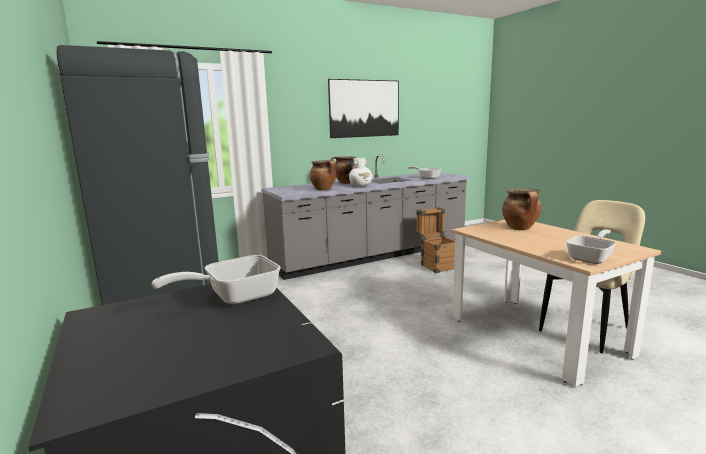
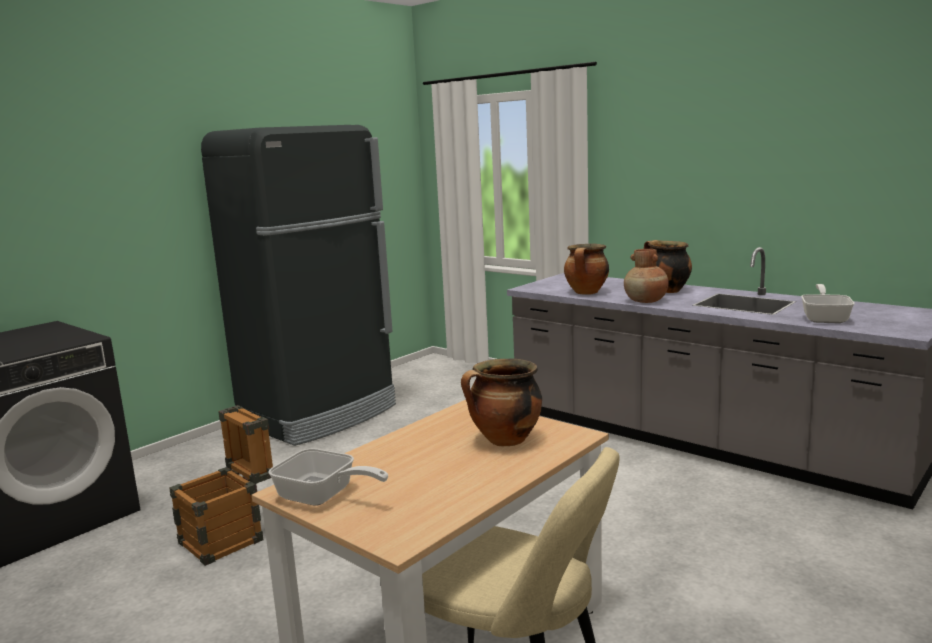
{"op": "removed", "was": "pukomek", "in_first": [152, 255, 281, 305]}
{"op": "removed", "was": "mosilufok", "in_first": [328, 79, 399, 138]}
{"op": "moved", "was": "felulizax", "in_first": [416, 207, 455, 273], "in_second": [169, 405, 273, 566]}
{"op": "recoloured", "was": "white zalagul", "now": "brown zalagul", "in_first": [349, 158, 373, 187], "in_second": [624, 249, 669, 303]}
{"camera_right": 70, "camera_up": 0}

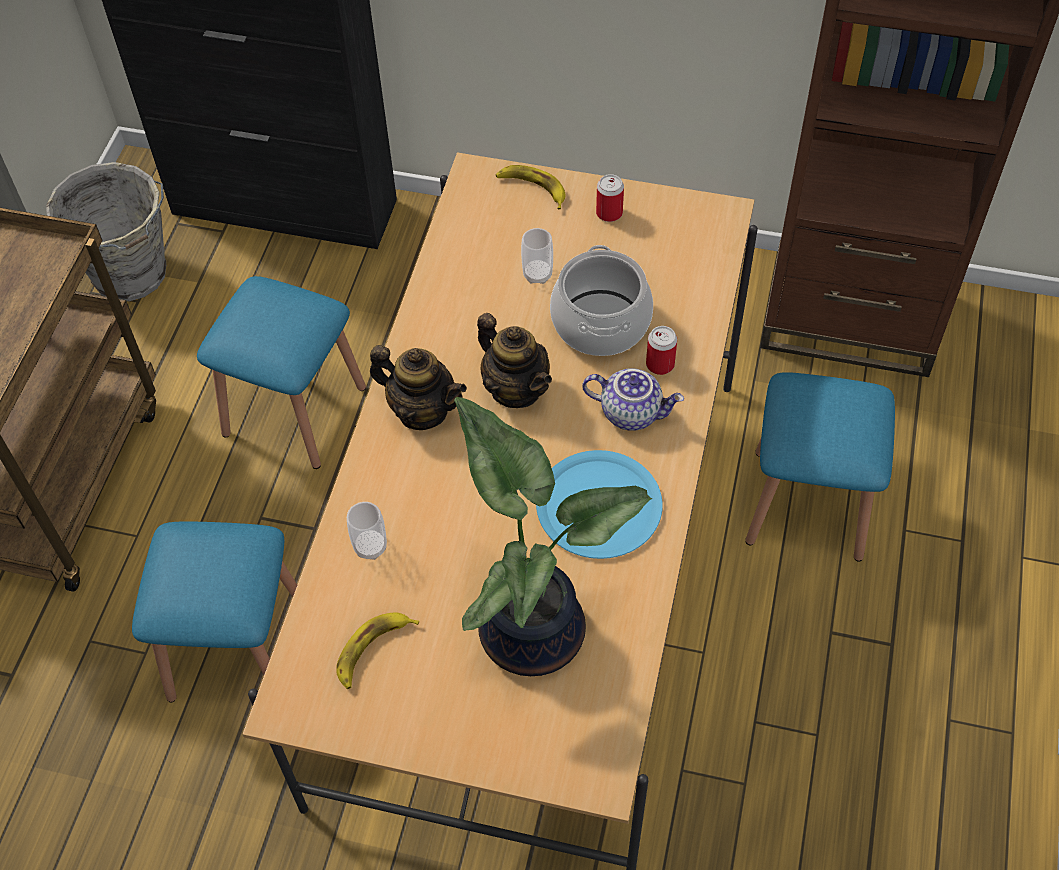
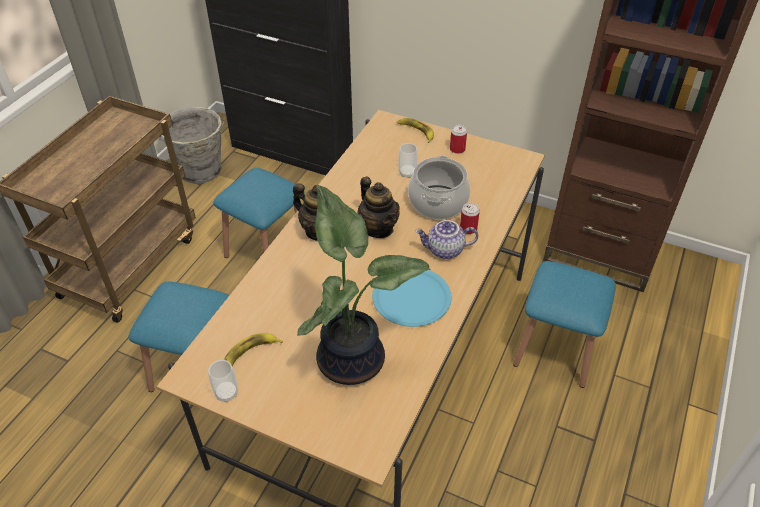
{"op": "moved", "was": "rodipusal", "in_first": [347, 502, 387, 560], "in_second": [208, 360, 238, 402]}
{"op": "turned", "was": "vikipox", "in_first": [582, 368, 684, 431], "in_second": [415, 220, 478, 259], "clockwise": 150}
{"camera_right": 10, "camera_up": -10}

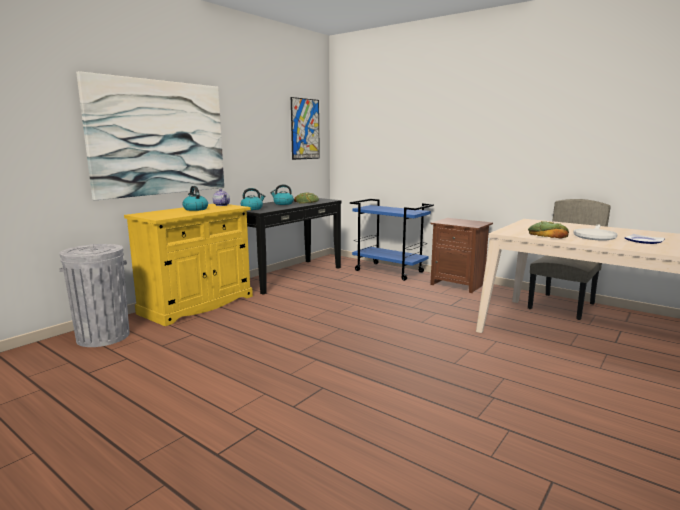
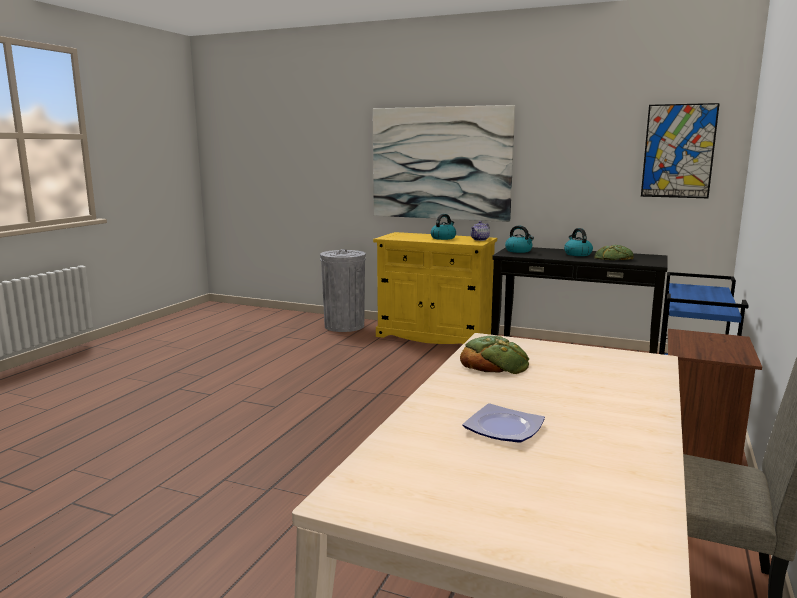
{"op": "removed", "was": "white pukomek", "in_first": [574, 224, 618, 241]}
{"camera_right": 75, "camera_up": 0}

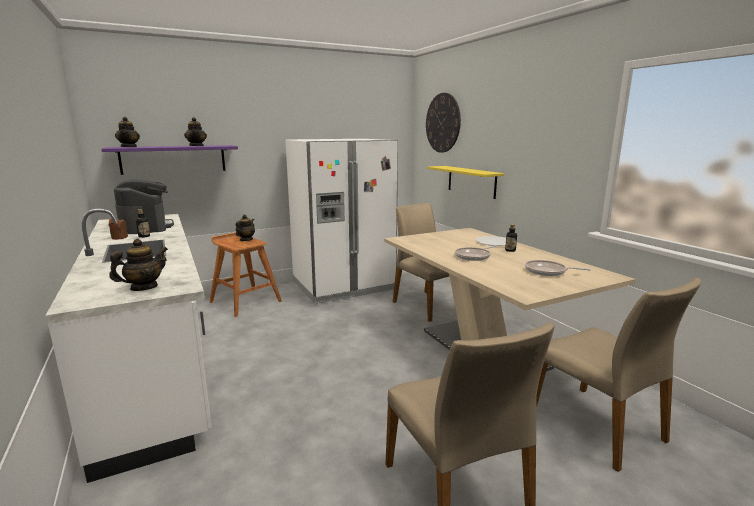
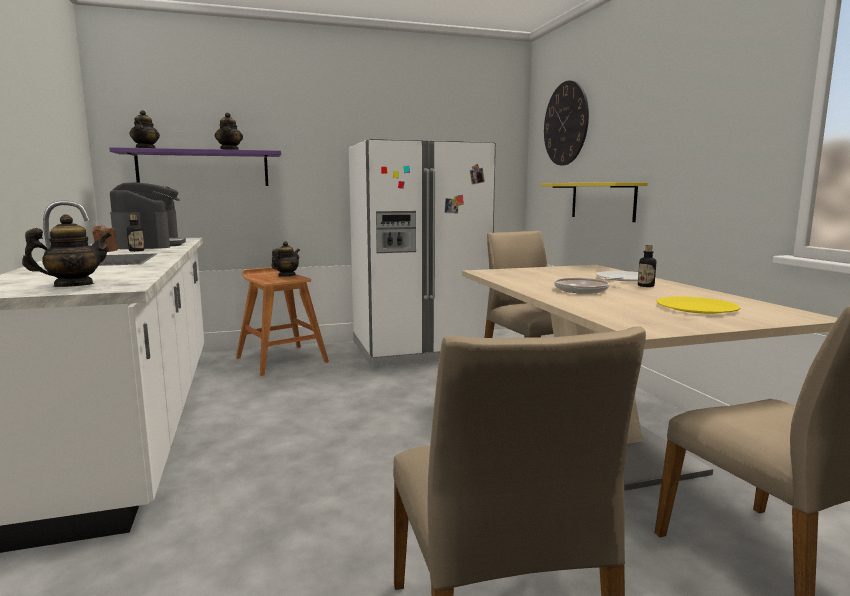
{"op": "replaced", "was": "pukomek", "now": "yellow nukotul", "in_first": [525, 260, 591, 276], "in_second": [657, 297, 740, 314]}
{"camera_right": 10, "camera_up": -5}

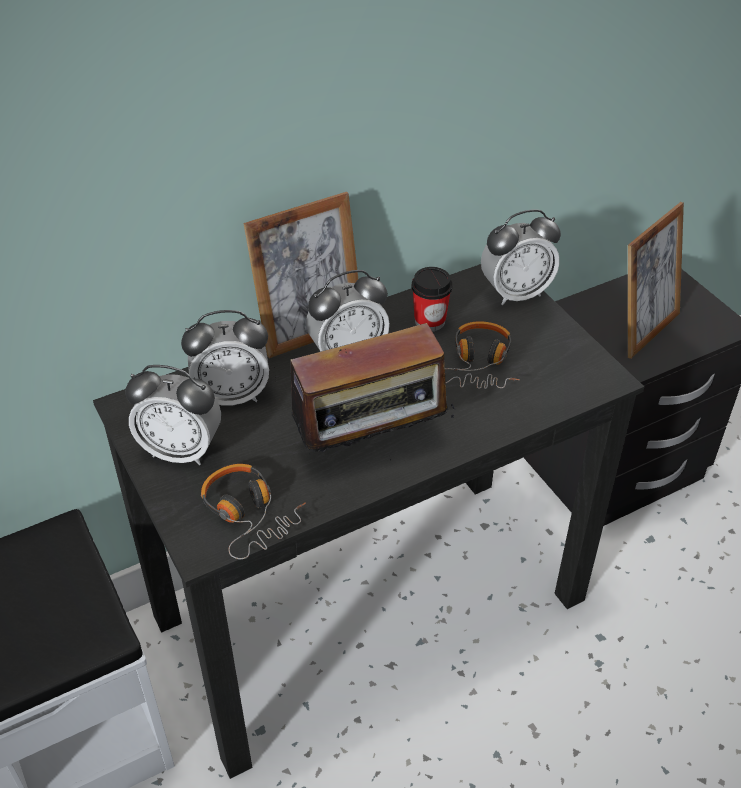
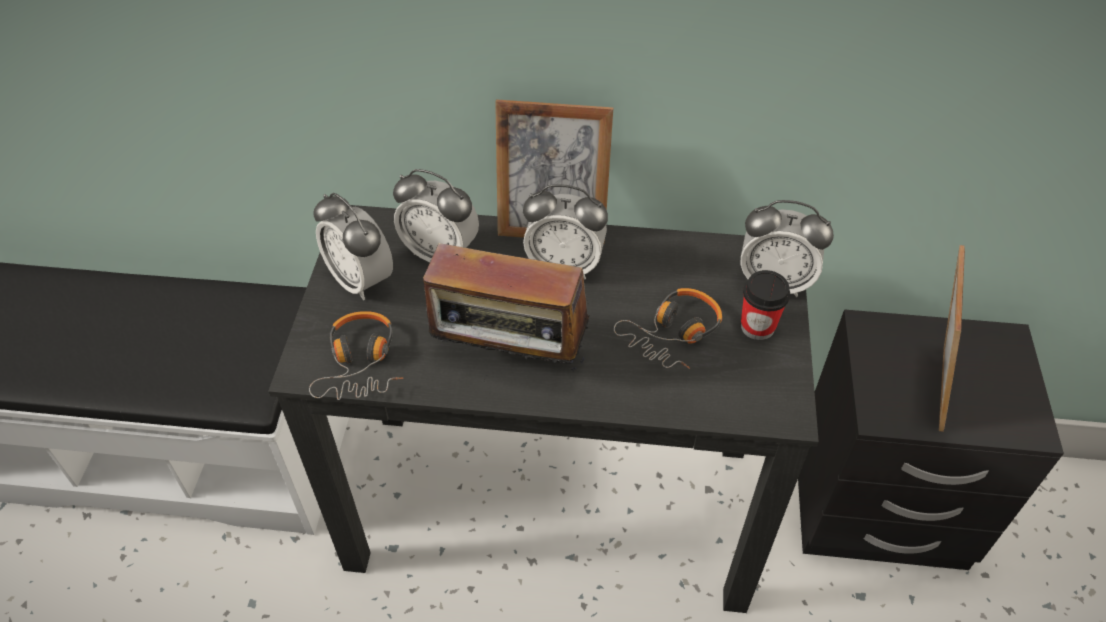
{"op": "moved", "was": "rodipusal", "in_first": [412, 267, 452, 332], "in_second": [741, 270, 790, 340]}
{"op": "turned", "was": "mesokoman", "in_first": [628, 202, 684, 359], "in_second": [939, 245, 965, 432], "clockwise": -60}
{"camera_right": 35, "camera_up": 5}

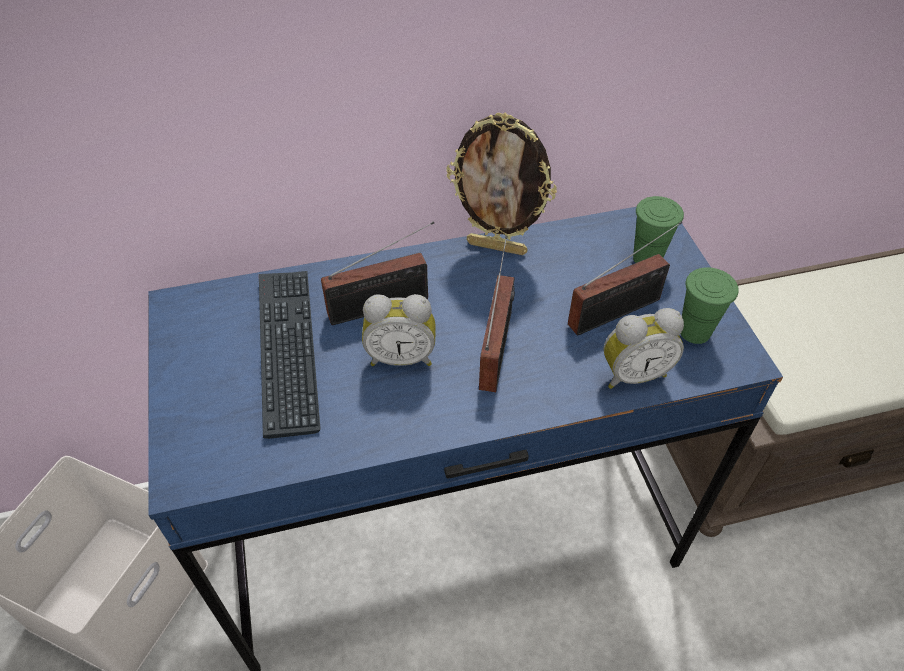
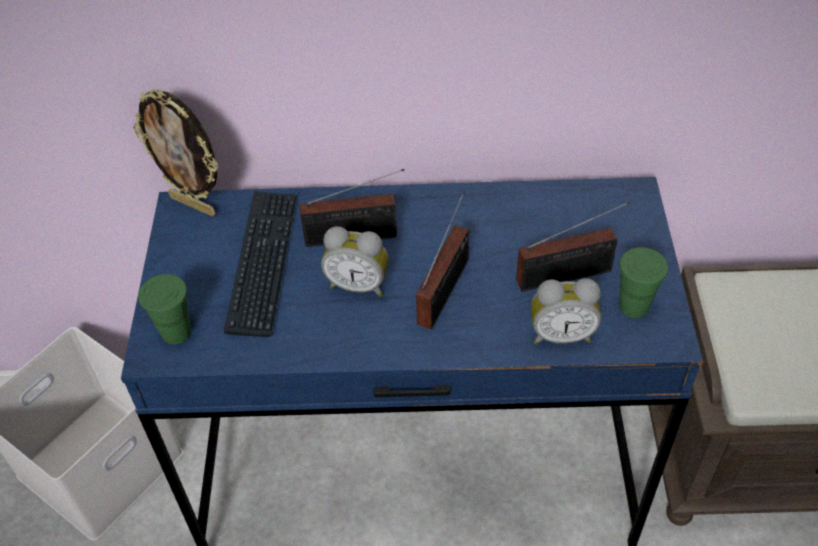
{"op": "moved", "was": "mesokoman", "in_first": [446, 112, 557, 255], "in_second": [133, 89, 218, 216]}
{"op": "moved", "was": "green rodipusal", "in_first": [633, 196, 684, 263], "in_second": [138, 274, 191, 345]}
{"camera_right": 15, "camera_up": 0}

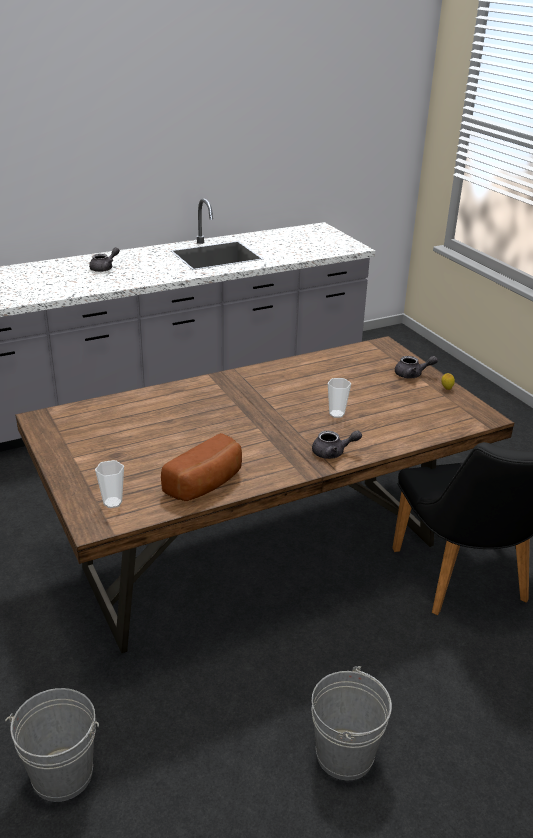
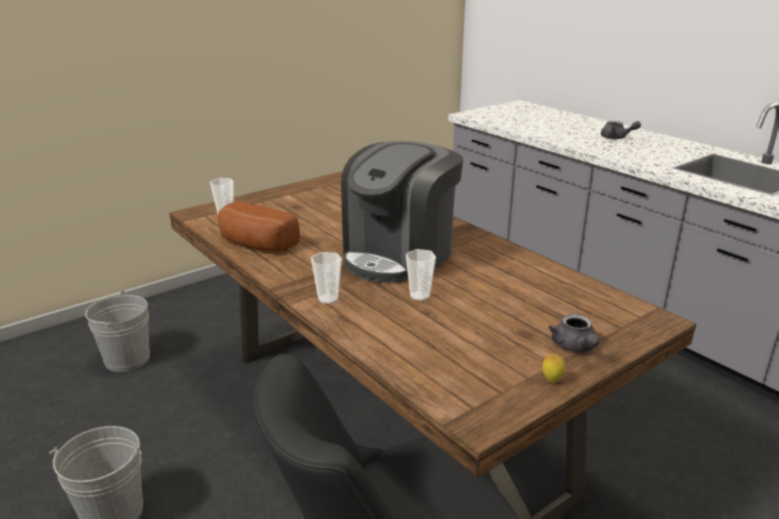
{"op": "added", "now": "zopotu", "in_second": [341, 141, 463, 283]}
{"op": "replaced", "was": "grey vikipox", "now": "rodipusal", "in_first": [312, 430, 362, 459], "in_second": [311, 252, 342, 304]}
{"camera_right": 80, "camera_up": -5}

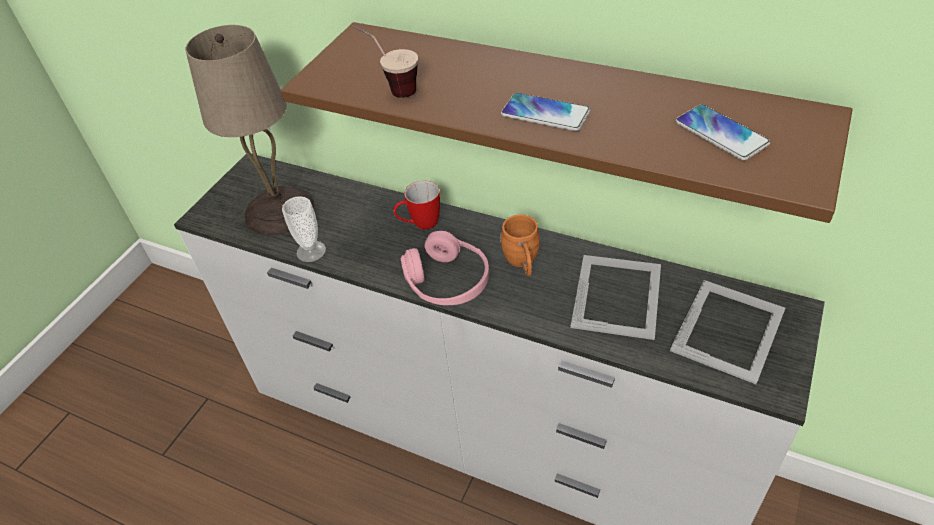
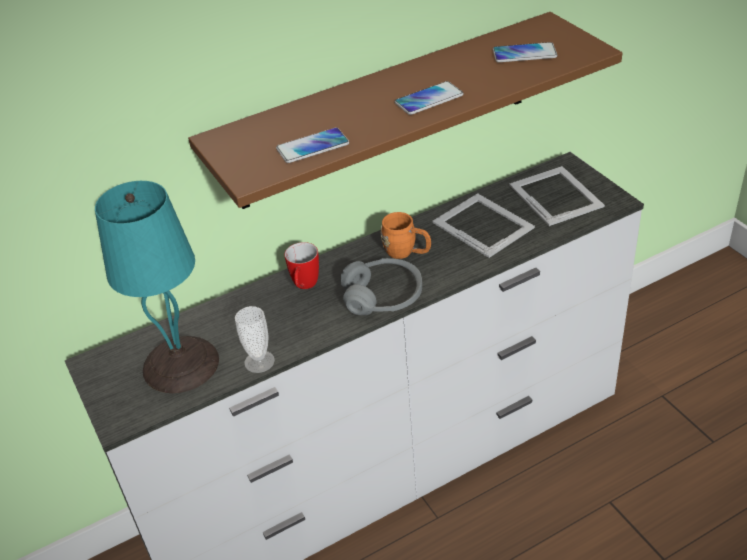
{"op": "replaced", "was": "rodipusal", "now": "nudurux", "in_first": [353, 25, 418, 98], "in_second": [276, 127, 349, 163]}
{"op": "recoloured", "was": "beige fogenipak", "now": "turquoise fogenipak", "in_first": [186, 25, 315, 235], "in_second": [95, 181, 219, 393]}
{"op": "recoloured", "was": "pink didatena", "now": "grey didatena", "in_first": [401, 231, 489, 305], "in_second": [341, 258, 422, 315]}
{"camera_right": -55, "camera_up": -5}

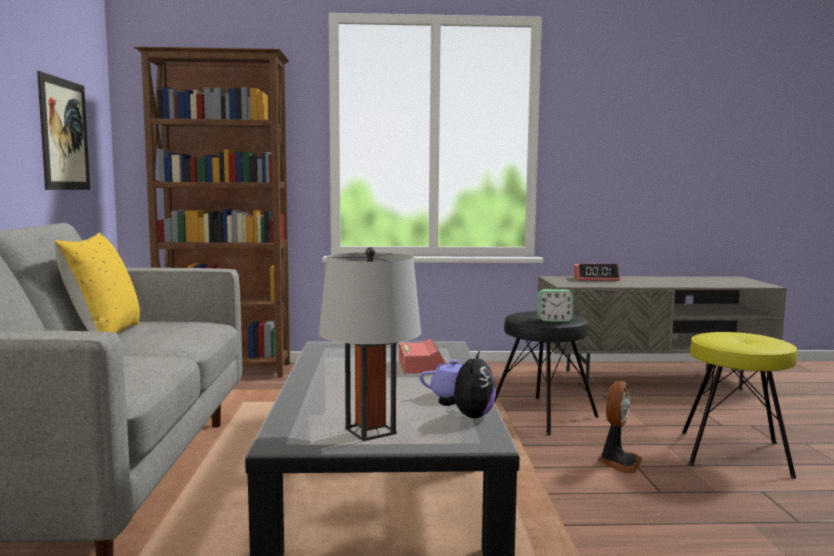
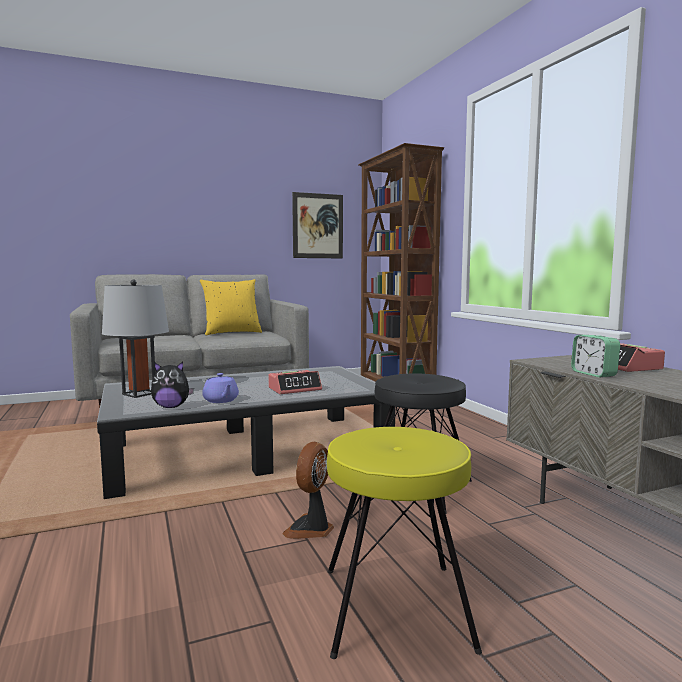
{"op": "moved", "was": "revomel", "in_first": [537, 289, 574, 322], "in_second": [571, 335, 620, 377]}
{"op": "turned", "was": "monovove", "in_first": [597, 381, 643, 474], "in_second": [282, 442, 334, 539], "clockwise": 105}
{"camera_right": 70, "camera_up": 0}

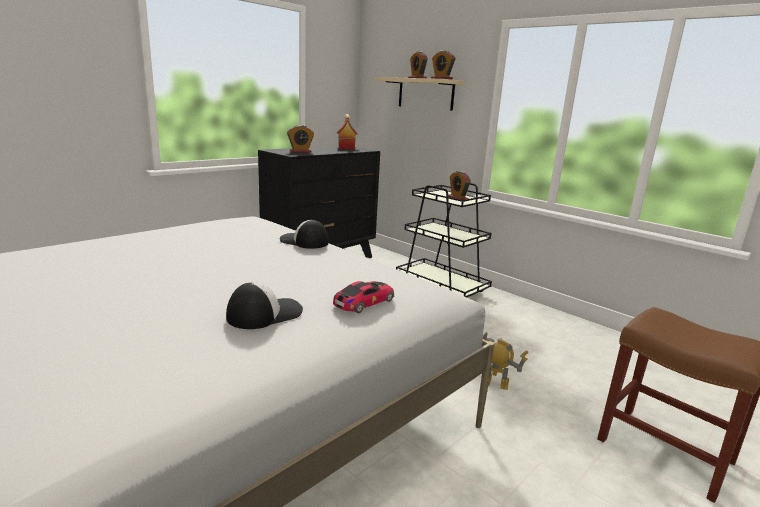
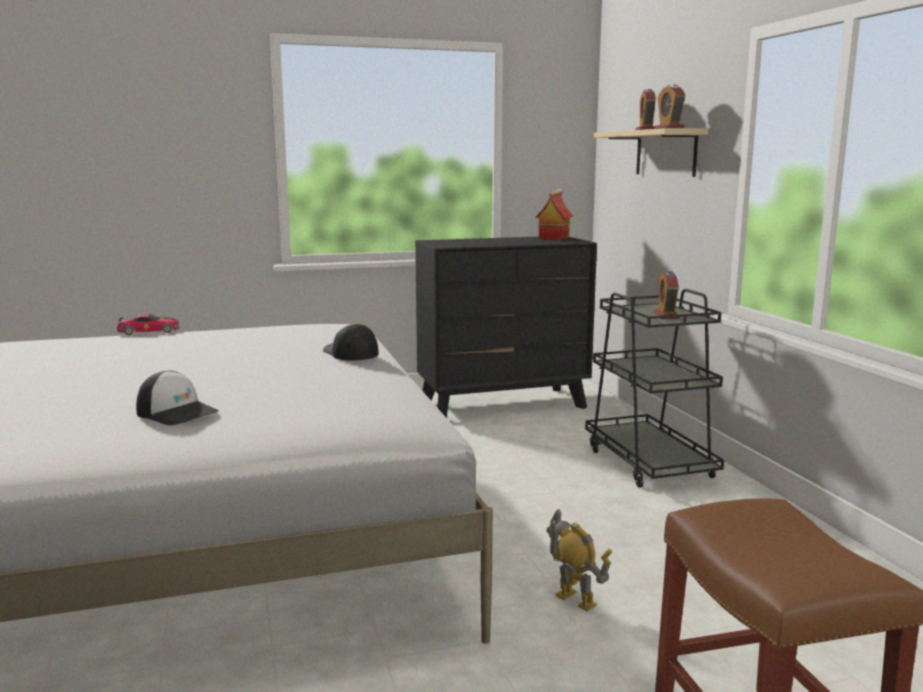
{"op": "removed", "was": "revomel", "in_first": [287, 125, 314, 153]}
{"op": "moved", "was": "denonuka", "in_first": [333, 281, 394, 313], "in_second": [117, 313, 180, 335]}
{"op": "turned", "was": "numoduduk", "in_first": [226, 283, 303, 329], "in_second": [136, 371, 219, 425], "clockwise": 45}
{"camera_right": 30, "camera_up": -5}

